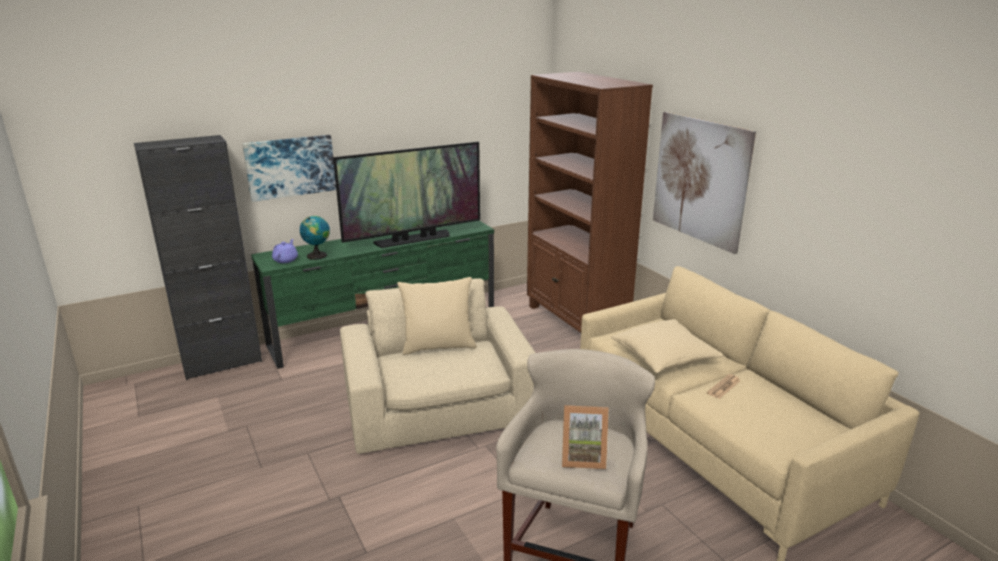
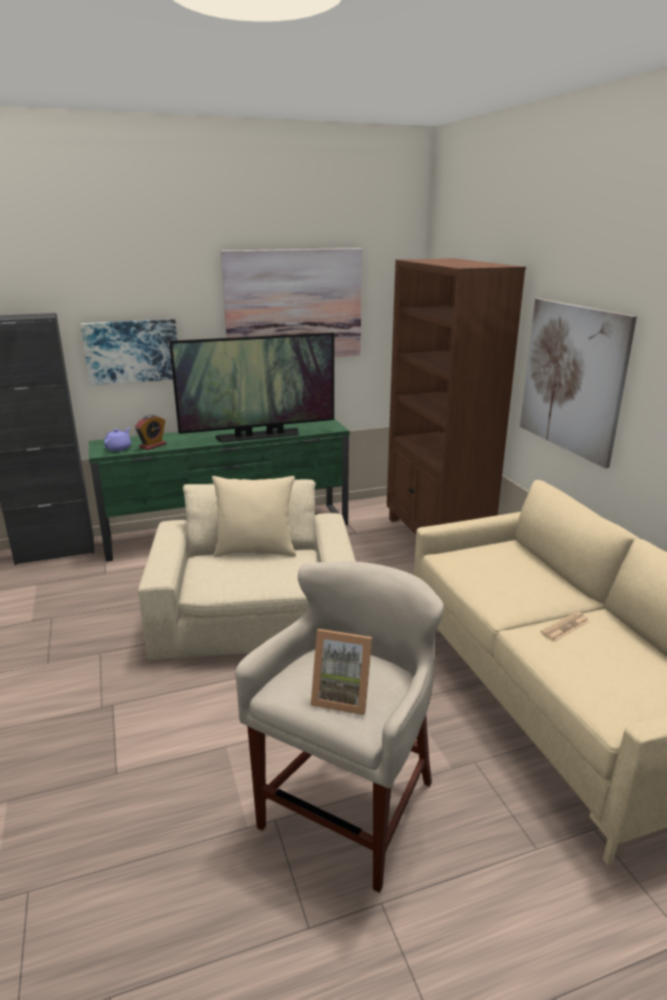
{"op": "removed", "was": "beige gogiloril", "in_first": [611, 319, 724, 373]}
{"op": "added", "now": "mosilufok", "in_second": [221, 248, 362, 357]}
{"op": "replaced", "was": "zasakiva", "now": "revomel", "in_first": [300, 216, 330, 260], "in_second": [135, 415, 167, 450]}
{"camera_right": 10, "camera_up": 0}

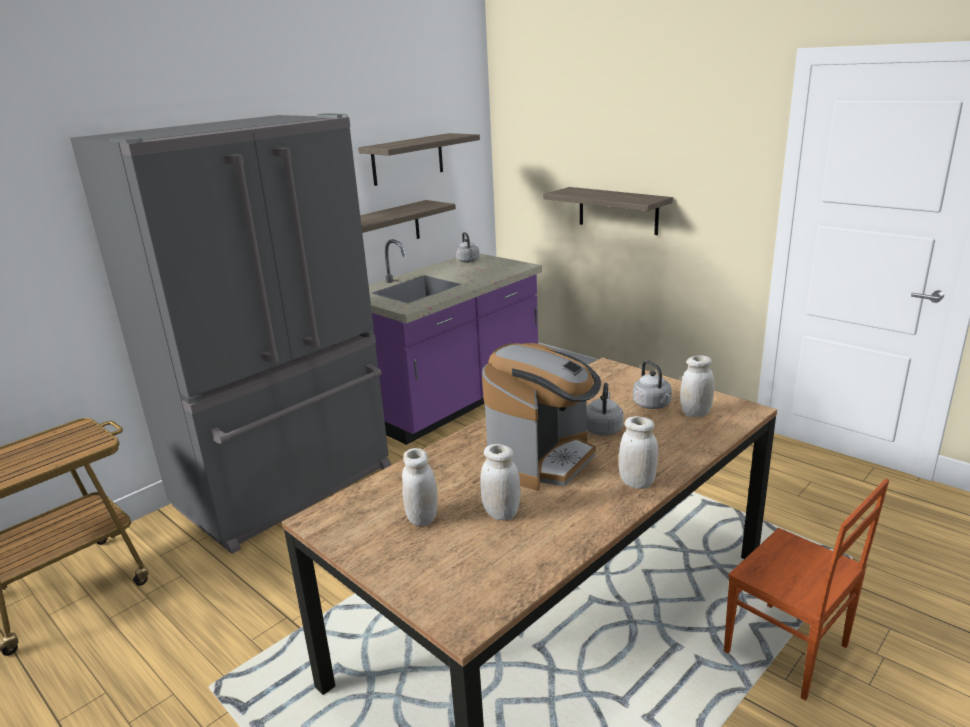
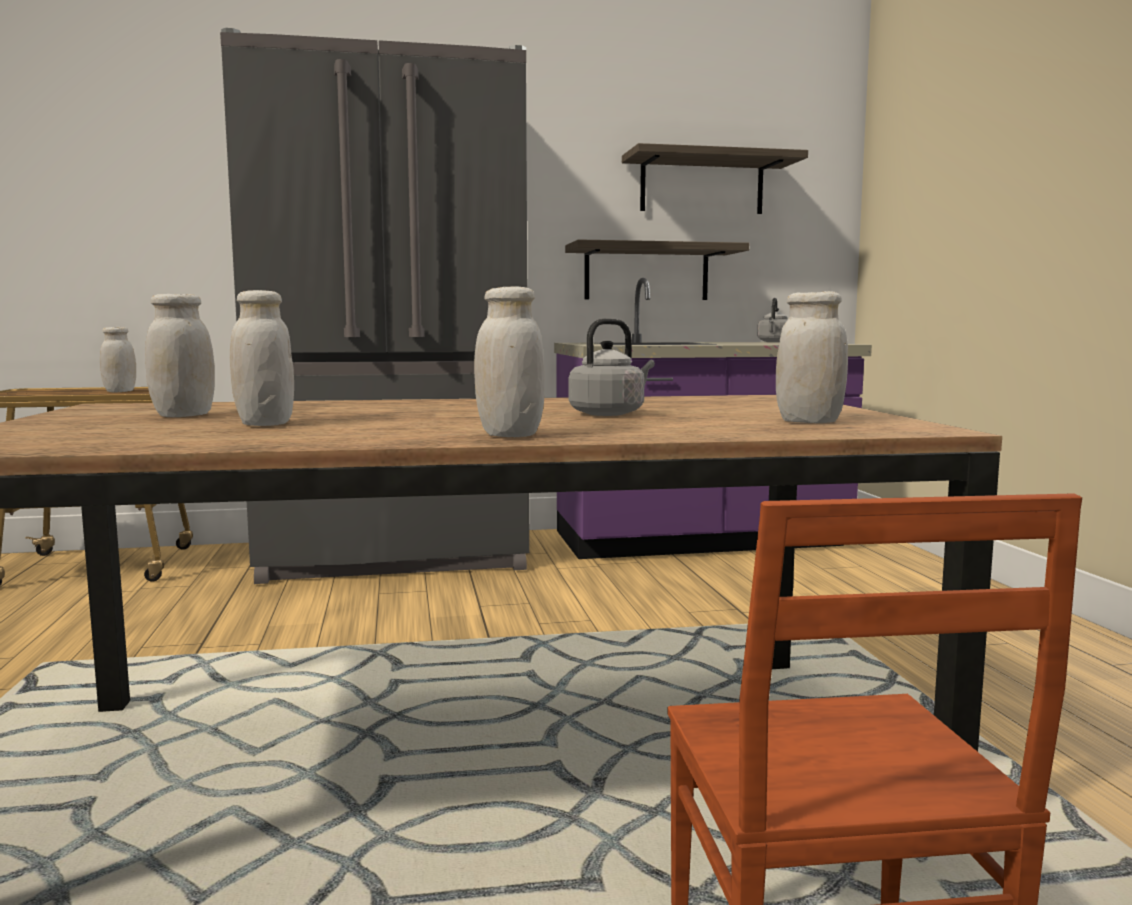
{"op": "removed", "was": "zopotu", "in_first": [482, 343, 601, 490]}
{"op": "removed", "was": "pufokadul", "in_first": [543, 187, 673, 235]}
{"op": "removed", "was": "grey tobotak", "in_first": [633, 360, 672, 409]}
{"op": "added", "now": "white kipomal", "in_second": [100, 327, 136, 392]}
{"camera_right": 35, "camera_up": -15}

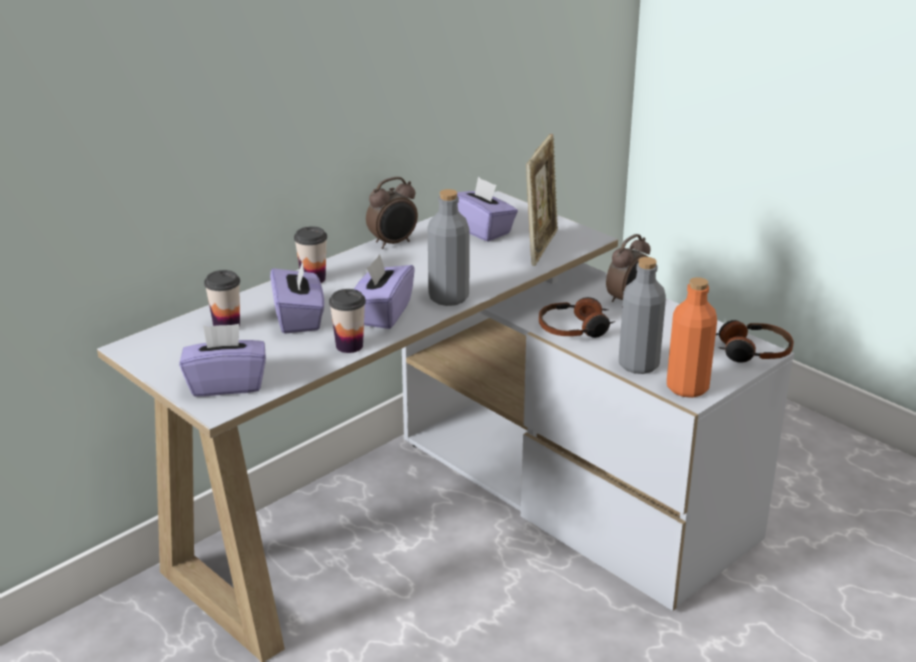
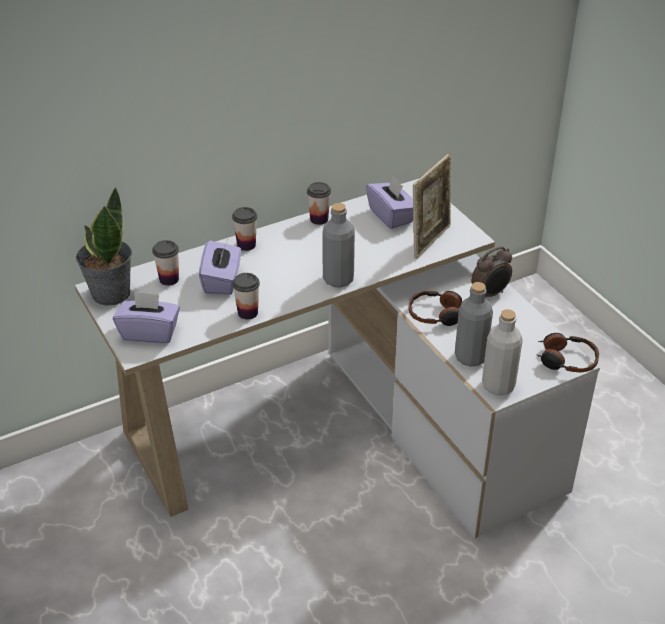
{"op": "removed", "was": "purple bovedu", "in_first": [354, 254, 415, 329]}
{"op": "added", "now": "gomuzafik", "in_second": [76, 187, 132, 306]}
{"op": "replaced", "was": "revomel", "now": "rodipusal", "in_first": [366, 177, 418, 249], "in_second": [307, 182, 331, 225]}
{"op": "recoloured", "was": "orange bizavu", "now": "grey bizavu", "in_first": [667, 277, 717, 398], "in_second": [482, 309, 523, 395]}
{"camera_right": 15, "camera_up": 10}

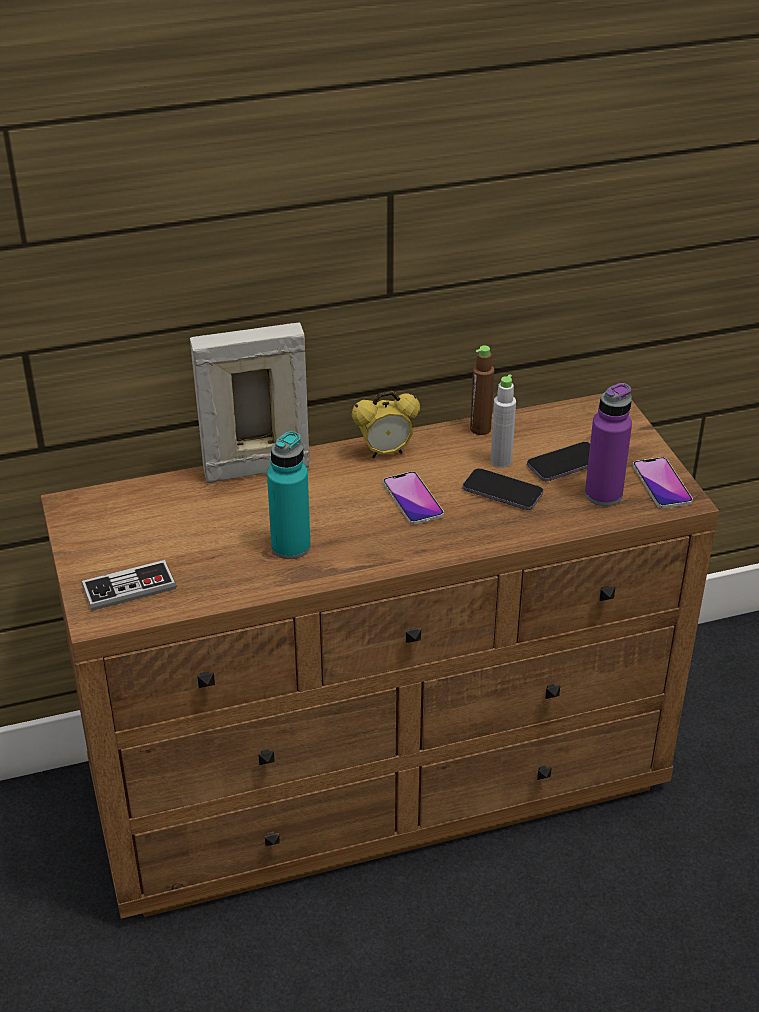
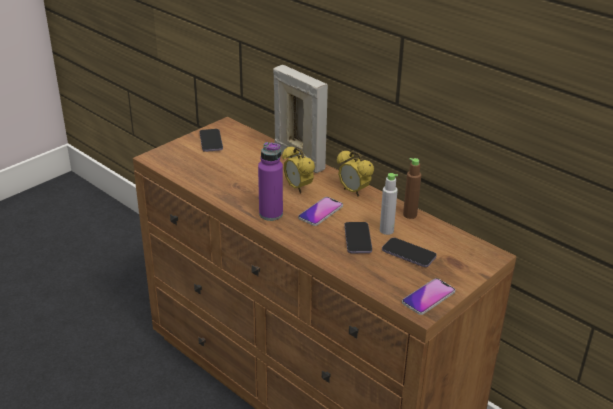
{"op": "removed", "was": "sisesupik", "in_first": [81, 560, 176, 611]}
{"op": "removed", "was": "turquoise bizavu", "in_first": [267, 431, 311, 559]}
{"op": "added", "now": "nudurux", "in_second": [200, 129, 223, 152]}
{"op": "added", "now": "revomel", "in_second": [282, 146, 315, 193]}
{"op": "moved", "was": "purple bizavu", "in_first": [585, 383, 632, 506], "in_second": [258, 142, 283, 221]}
{"camera_right": 60, "camera_up": -5}

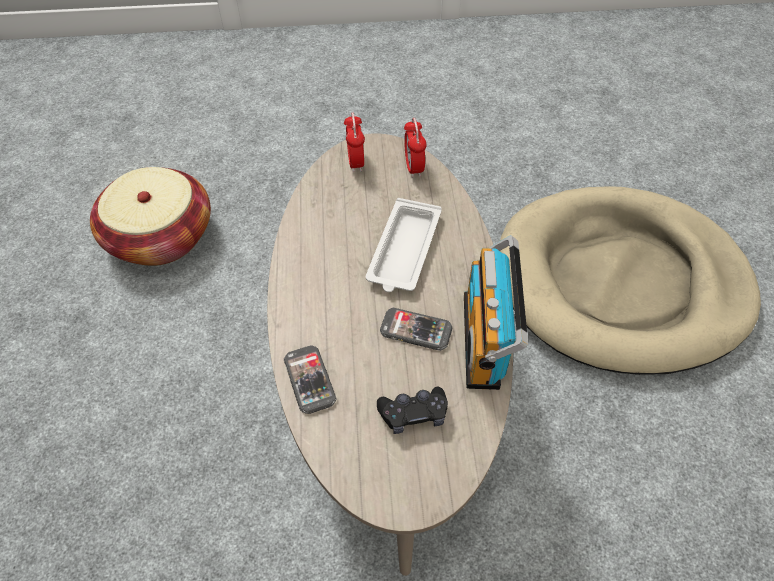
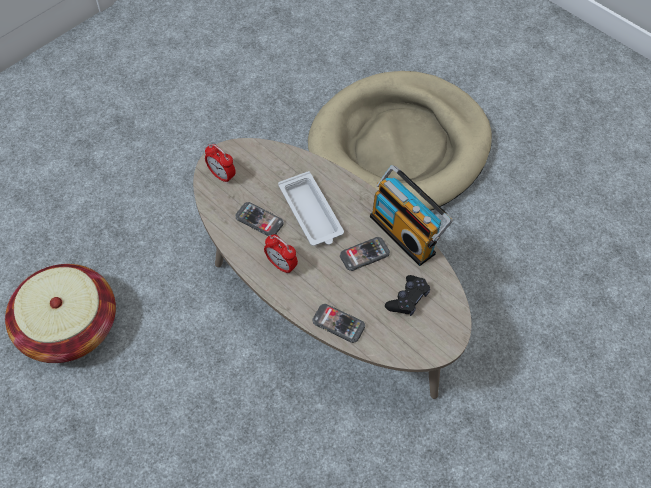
{"op": "added", "now": "nudurux", "in_second": [235, 202, 284, 236]}
{"op": "moved", "was": "revomel", "in_first": [404, 118, 427, 178], "in_second": [264, 235, 298, 274]}
{"camera_right": -45, "camera_up": 5}

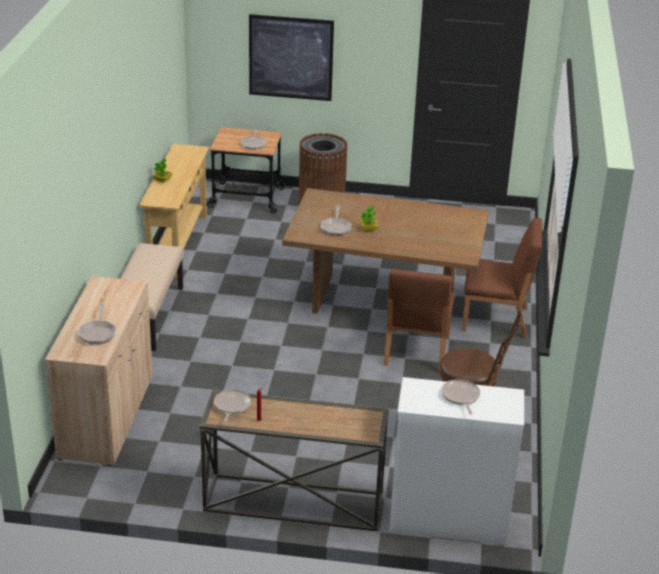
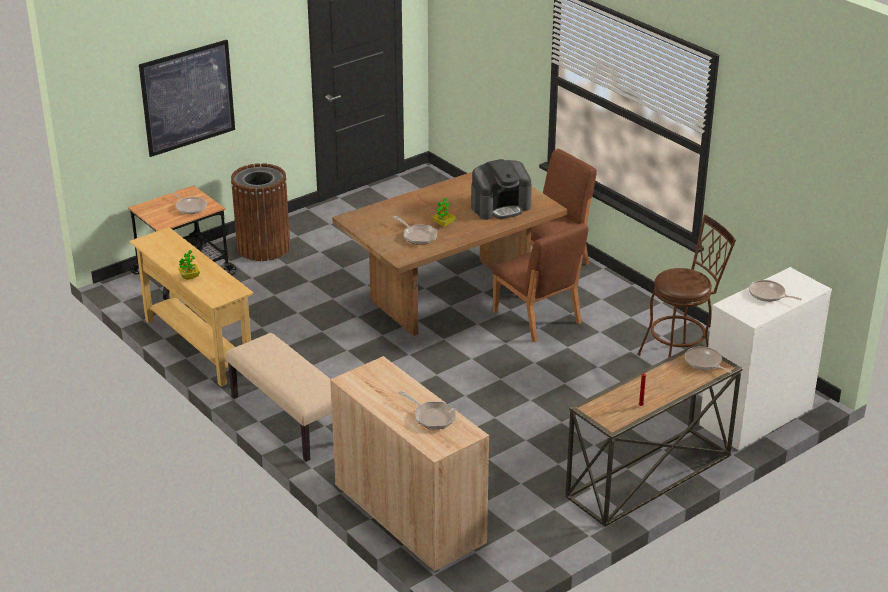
{"op": "added", "now": "zopotu", "in_second": [471, 159, 532, 220]}
{"op": "moved", "was": "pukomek", "in_first": [214, 389, 251, 423], "in_second": [685, 346, 732, 373]}
{"camera_right": -45, "camera_up": 0}

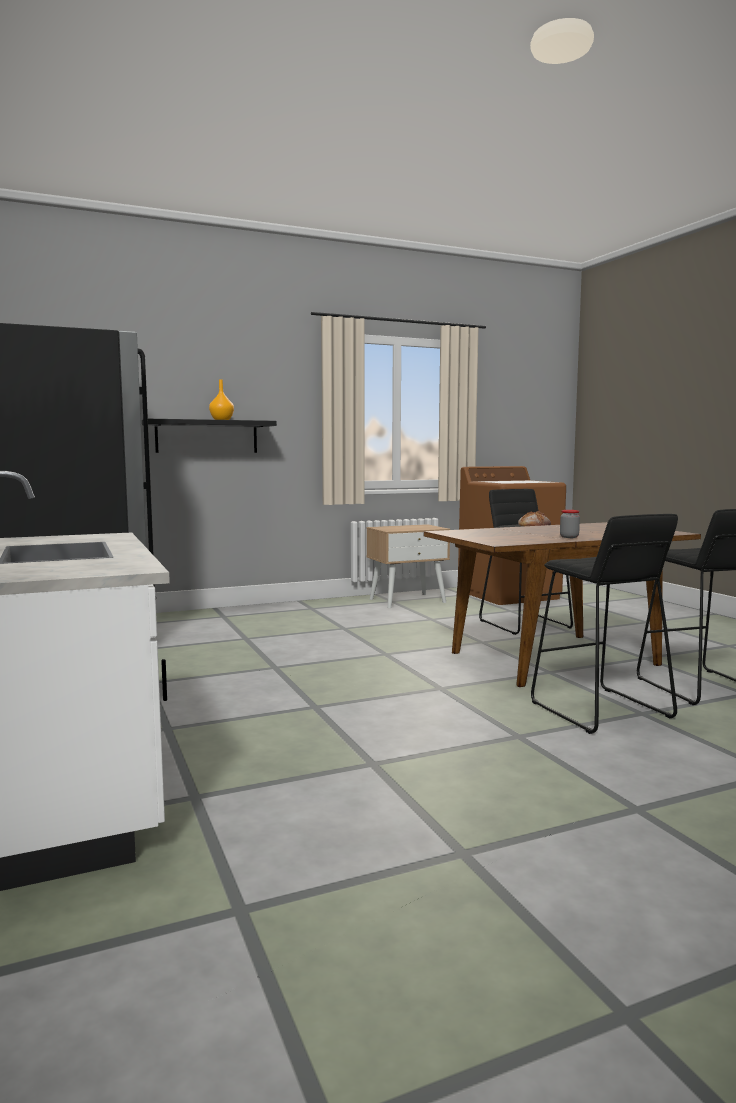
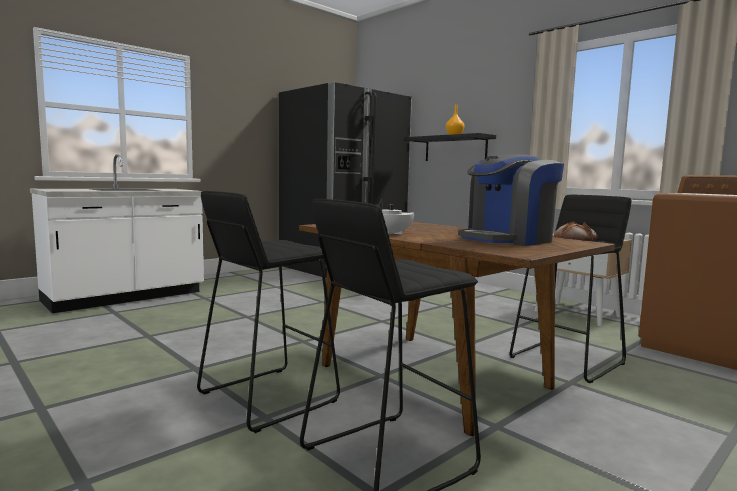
{"op": "added", "now": "zopotu", "in_second": [458, 154, 564, 246]}
{"op": "replaced", "was": "kipomal", "now": "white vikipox", "in_first": [560, 510, 580, 538], "in_second": [378, 200, 414, 235]}
{"camera_right": 70, "camera_up": 0}

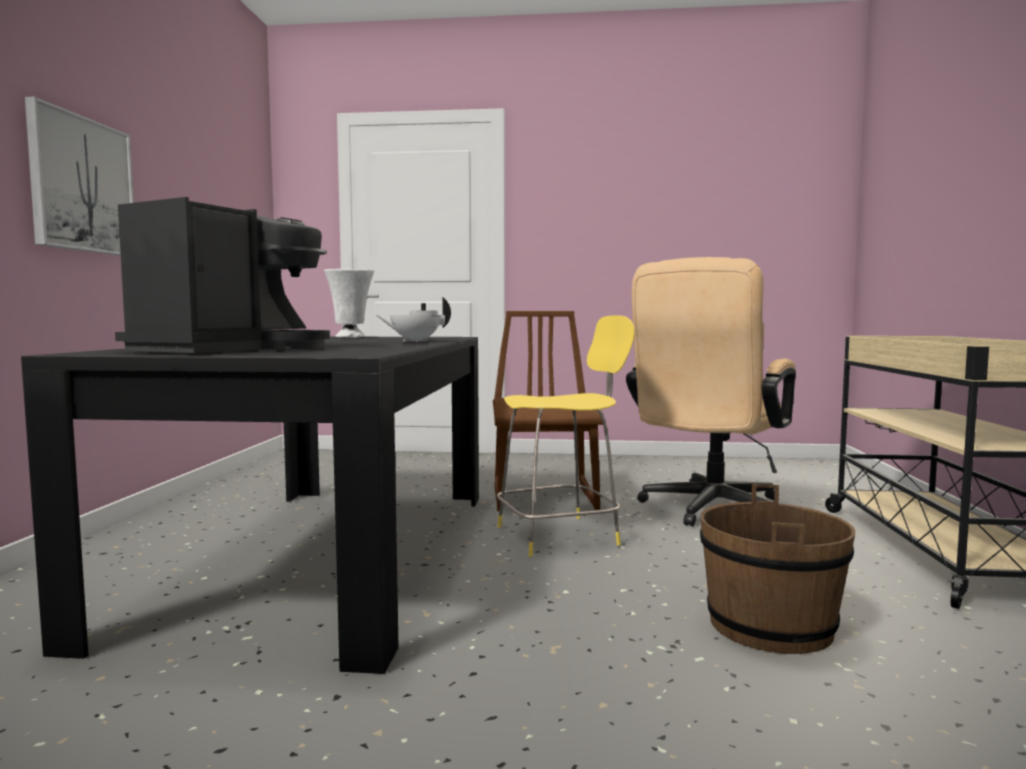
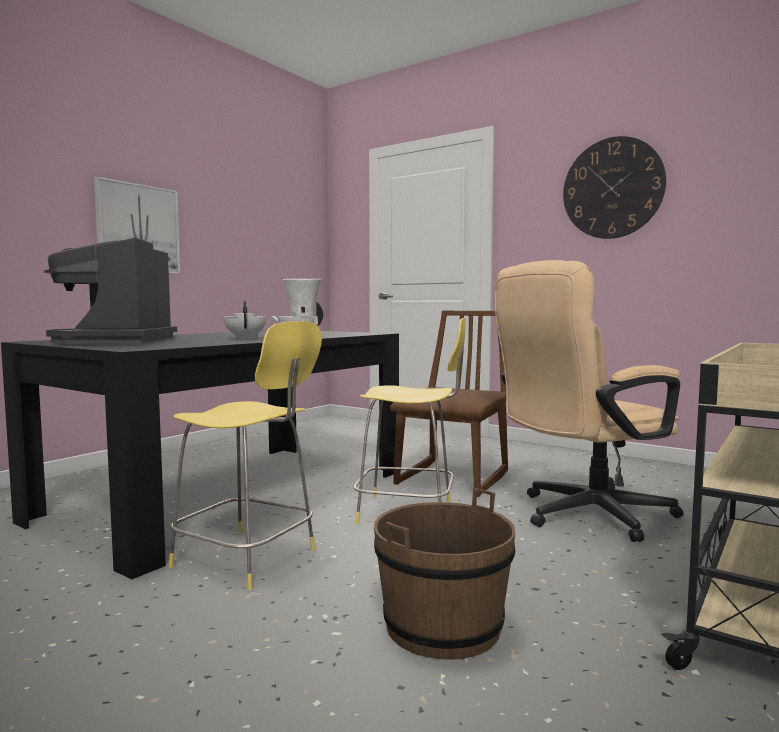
{"op": "added", "now": "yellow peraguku", "in_second": [169, 321, 322, 590]}
{"op": "added", "now": "white vikipox", "in_second": [224, 301, 267, 339]}
{"op": "added", "now": "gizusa", "in_second": [563, 136, 666, 239]}
{"op": "turned", "was": "zopotu", "in_first": [115, 197, 330, 353], "in_second": [44, 238, 177, 343], "clockwise": 120}
{"camera_right": 30, "camera_up": 0}

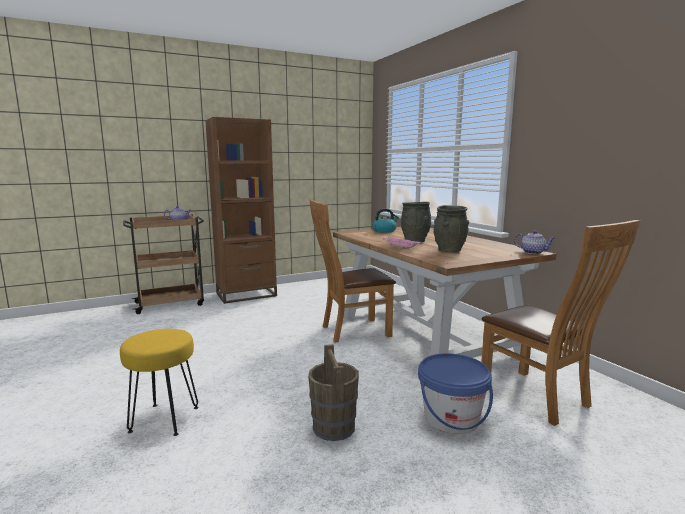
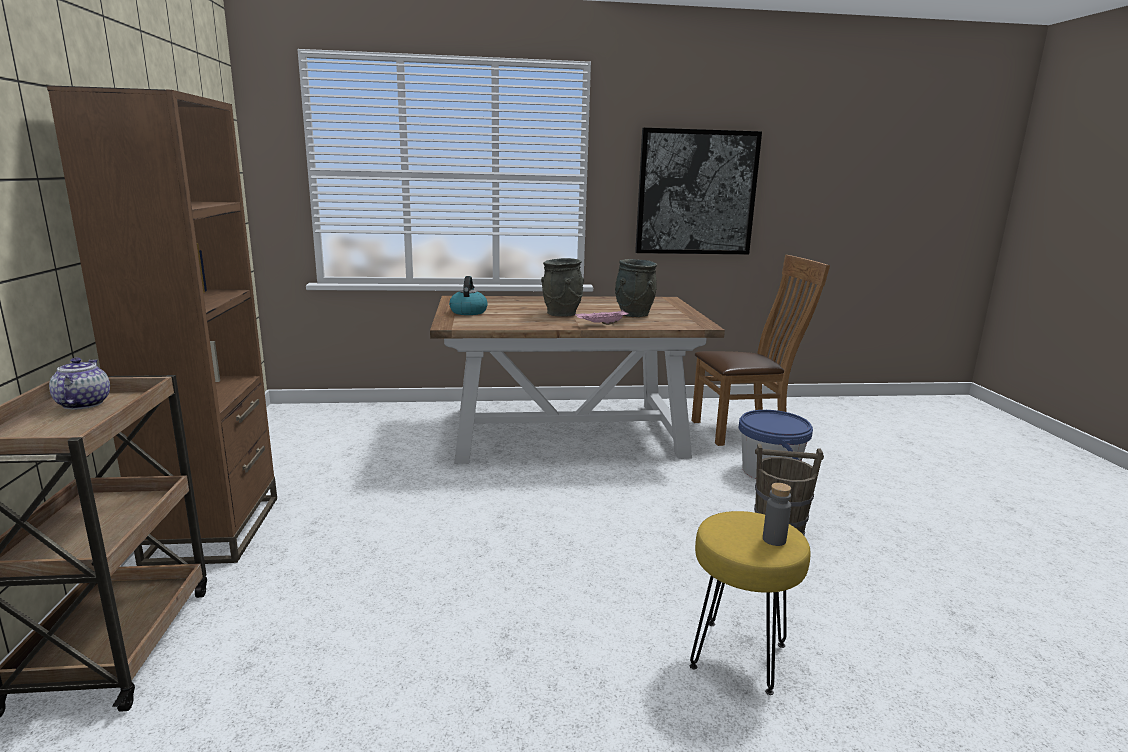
{"op": "removed", "was": "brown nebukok", "in_first": [310, 200, 396, 343]}
{"op": "removed", "was": "vikipox", "in_first": [514, 231, 556, 254]}
{"op": "added", "now": "mosilufok", "in_second": [635, 128, 762, 255]}
{"op": "added", "now": "grey bizavu", "in_second": [763, 483, 791, 546]}
{"camera_right": -70, "camera_up": 5}

